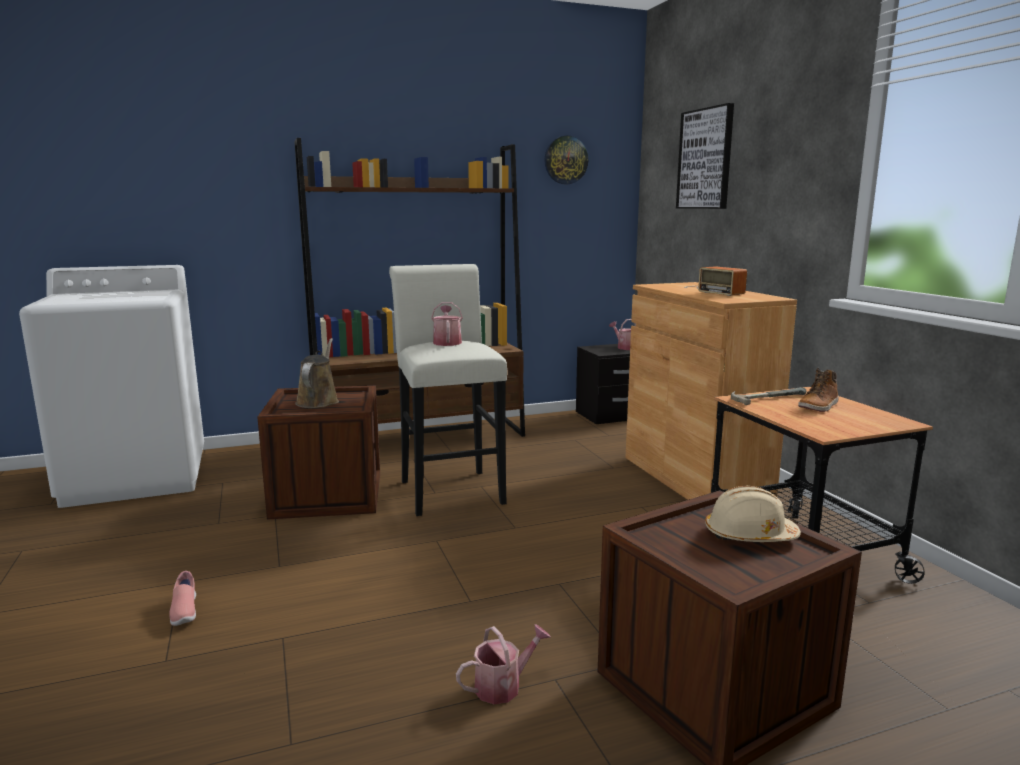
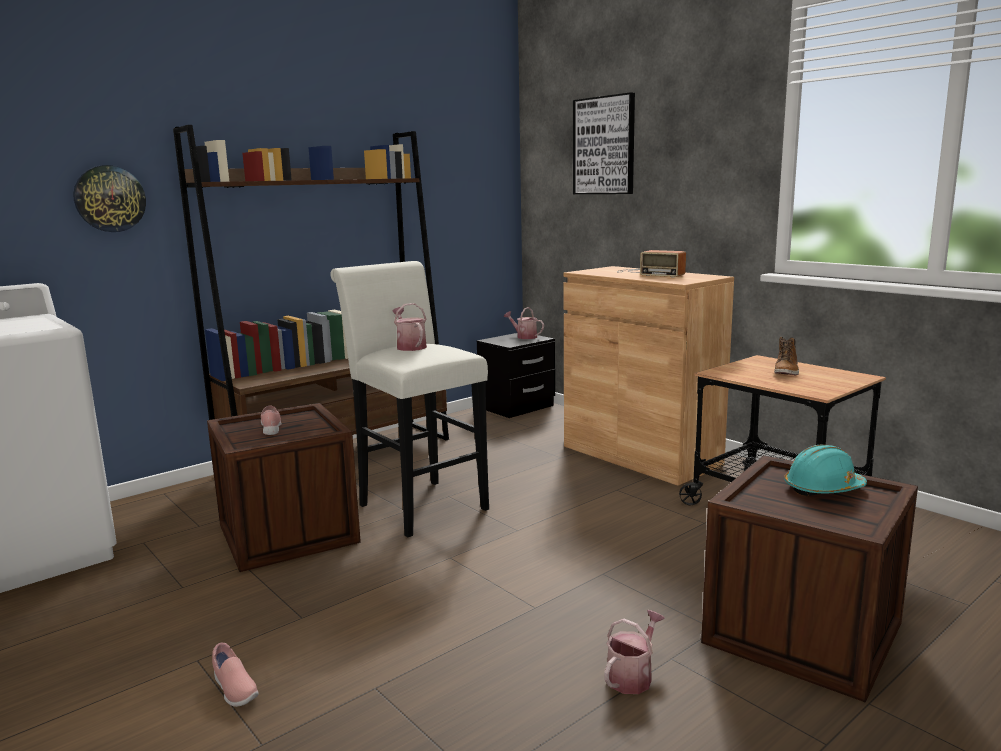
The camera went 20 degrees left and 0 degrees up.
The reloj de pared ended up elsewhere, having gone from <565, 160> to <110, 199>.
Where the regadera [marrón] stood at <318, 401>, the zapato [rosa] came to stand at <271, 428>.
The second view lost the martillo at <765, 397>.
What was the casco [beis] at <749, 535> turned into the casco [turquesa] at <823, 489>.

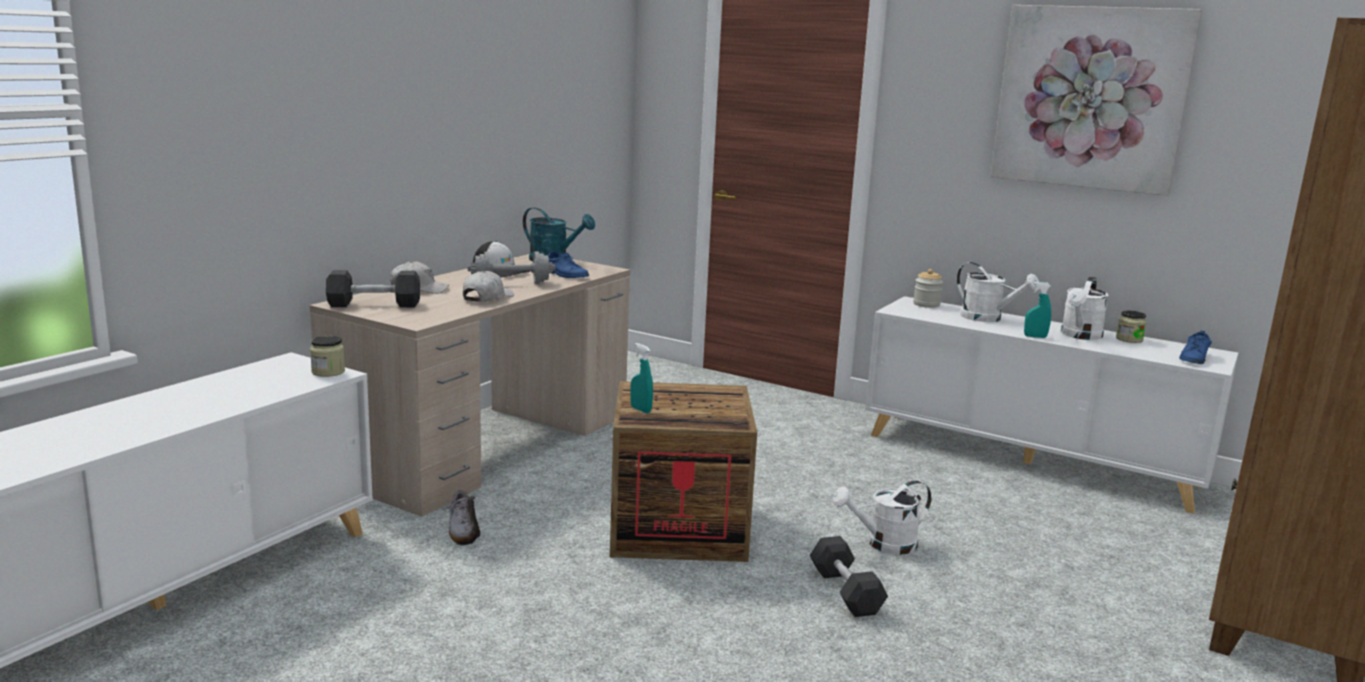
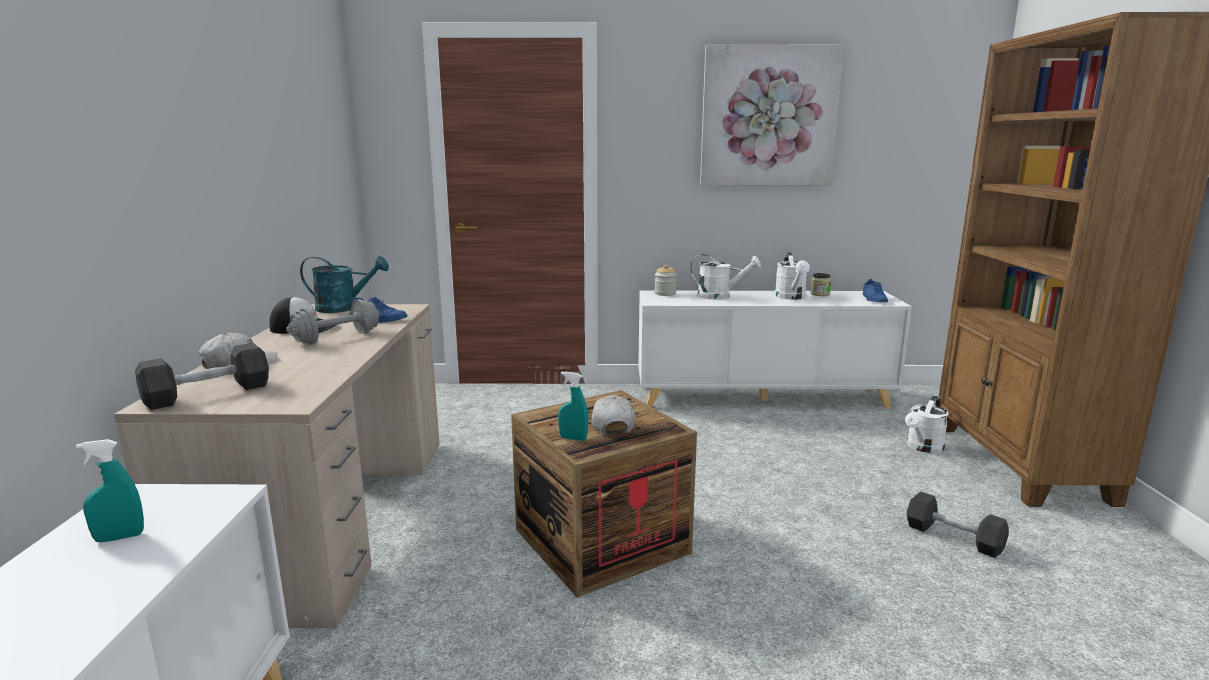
The camera went 30 degrees left and 0 degrees up.
The gorra [blanco] ended up elsewhere, having gone from <487, 298> to <612, 424>.
The pulverizador [turquesa] ended up elsewhere, having gone from <1035, 337> to <119, 537>.
The second view lost the tarro at <328, 372>.
The regadera [blanco] ended up elsewhere, having gone from <883, 544> to <923, 448>.
The second view lost the zapato at <463, 529>.
The mancuerna [gris] ended up elsewhere, having gone from <845, 591> to <953, 537>.

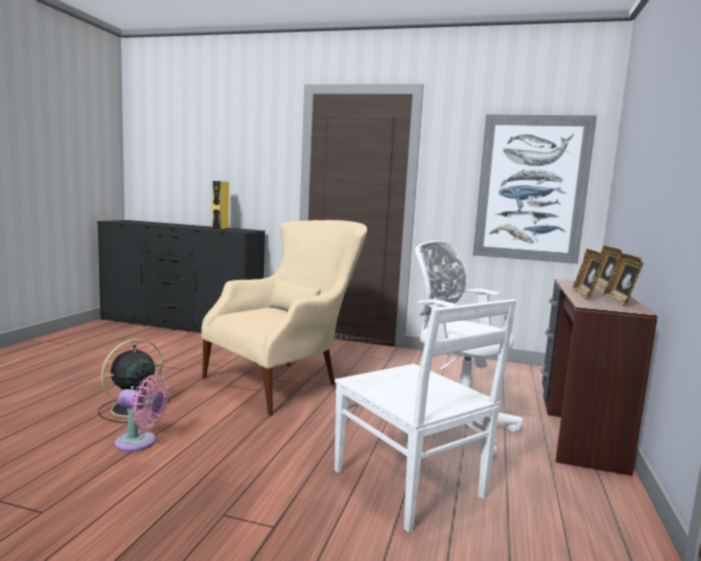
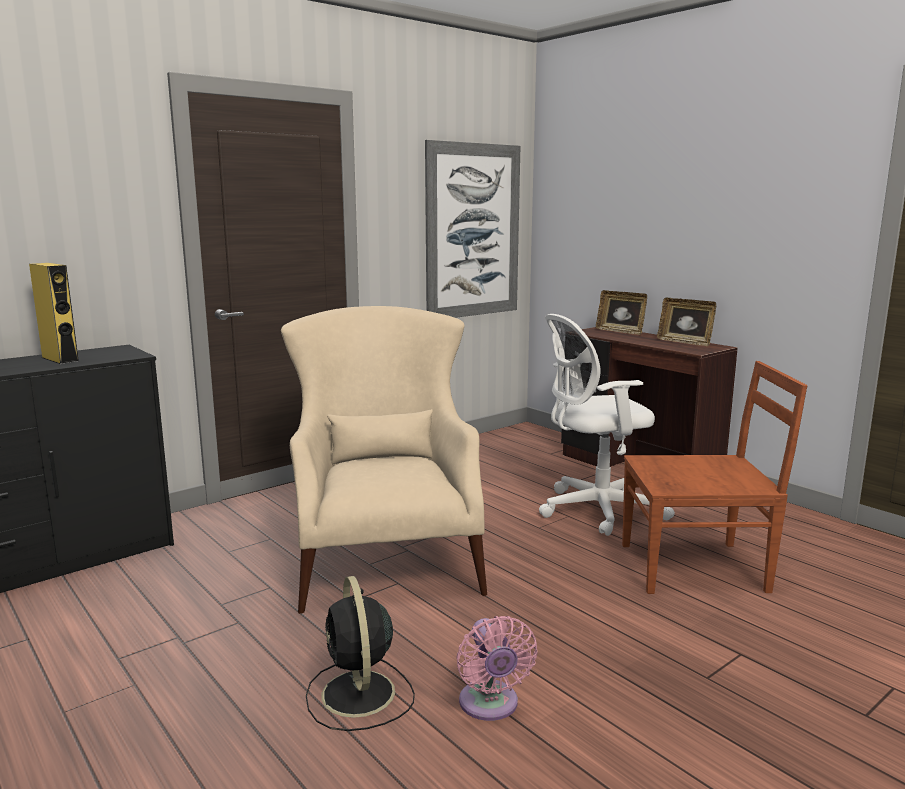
The camera went 55 degrees left and 5 degrees up.
The second view lost the portarretratos at <585, 295>.
What was the silla [blanco] at <410, 485> turned into the silla [marrón] at <696, 567>.
The ventilador [rosa] at <140, 442> ended up facing another way, 120 degrees clockwise from before.

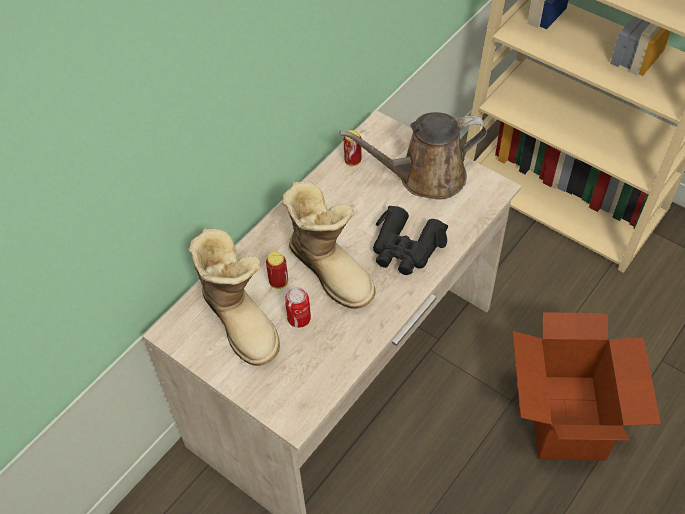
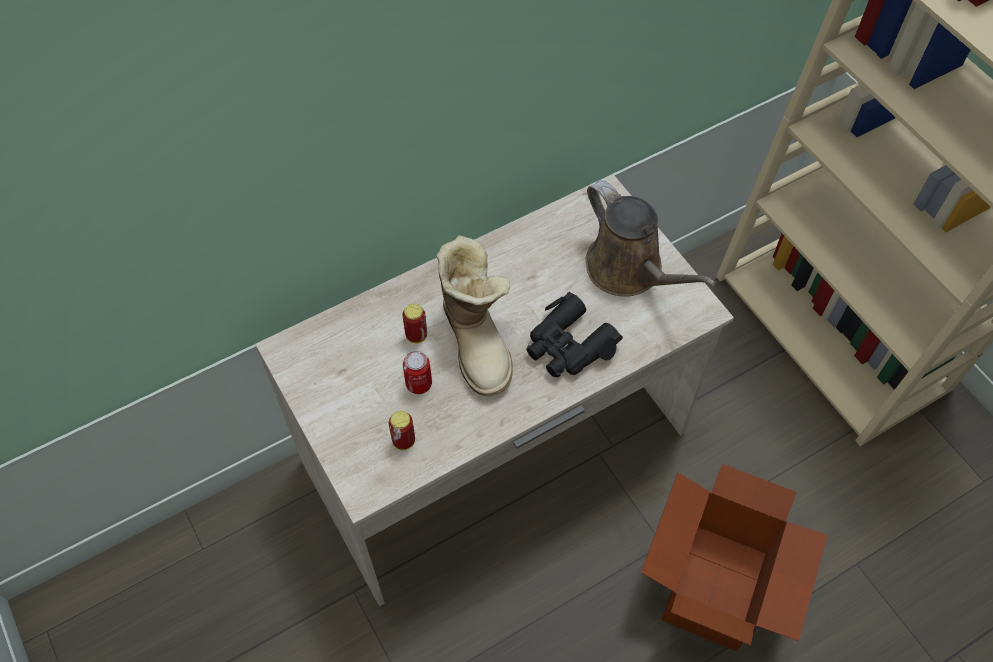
The camera went 20 degrees right and 5 degrees up.
The regadera [marrón] at <425, 177> ended up facing another way, 135 degrees counterclockwise from before.
The lata ended up elsewhere, having gone from <352, 161> to <404, 441>.
The second view lost the bota at <241, 319>.

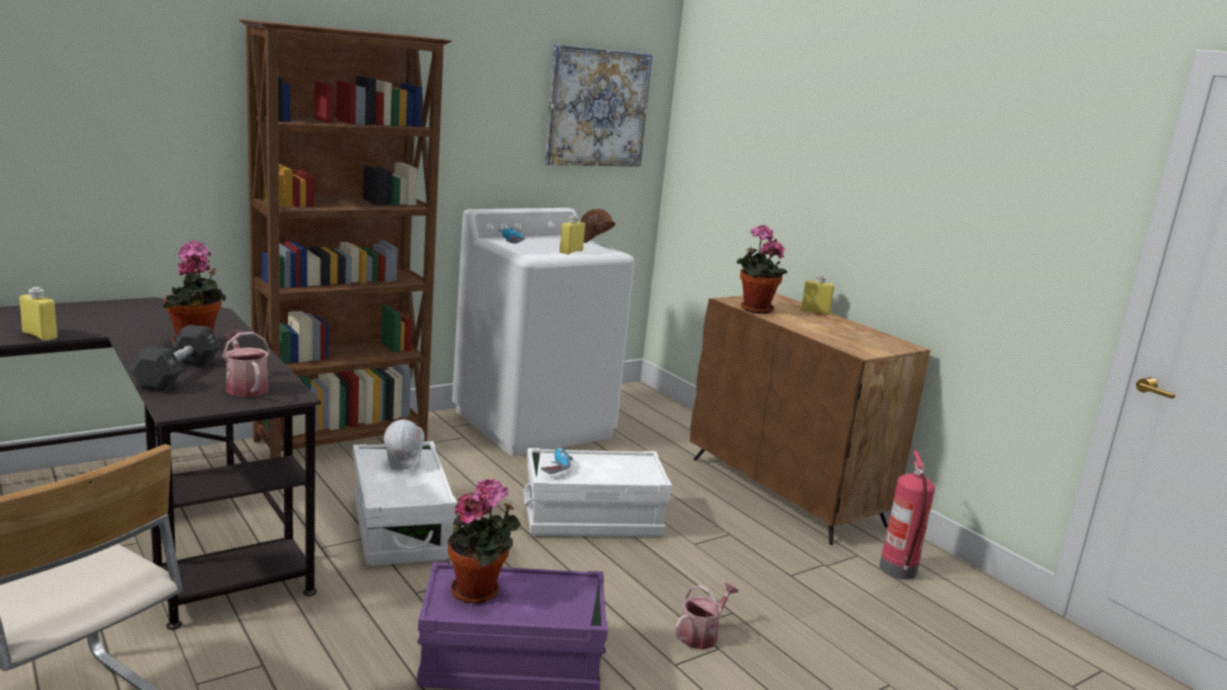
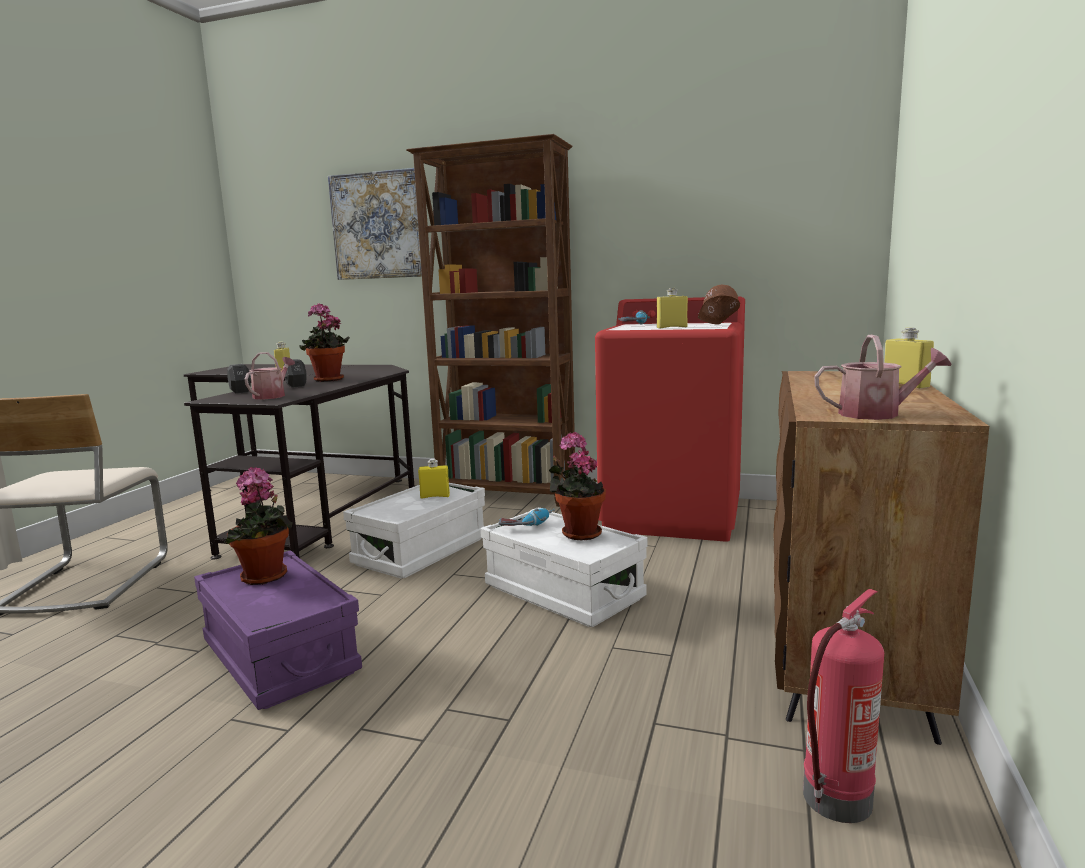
The camera went 55 degrees right and 5 degrees down.
The cuadro ended up elsewhere, having gone from <597, 107> to <379, 225>.
What was the lavadora [blanco] at <534, 424> turned into the lavadora [rojo] at <673, 515>.
The planta en maceta ended up elsewhere, having gone from <753, 309> to <578, 533>.
Where the casco [blanco] stood at <404, 464>, the botella [amarillo] came to stand at <435, 496>.
The regadera ended up elsewhere, having gone from <701, 635> to <877, 414>.

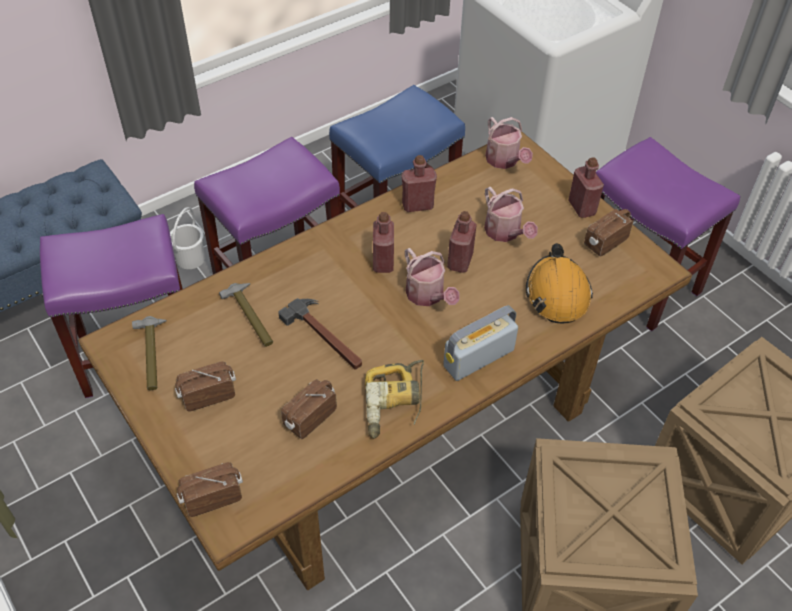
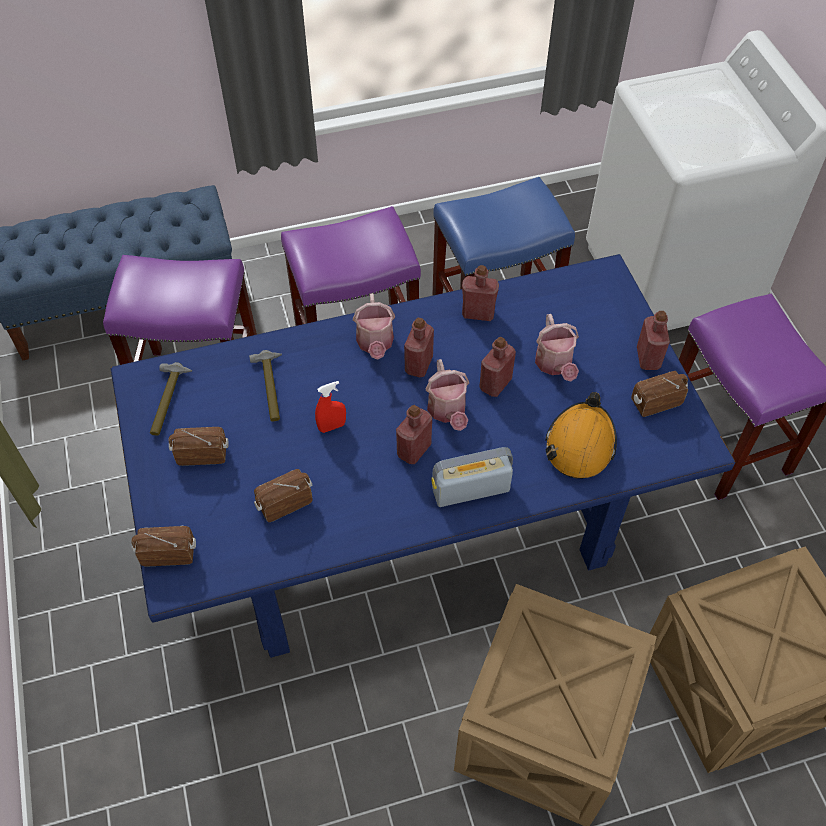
The camera went 20 degrees right and 5 degrees up.
The regadera ended up elsewhere, having gone from <504, 161> to <375, 344>.
What was the mesa de comedor [marrón] at <392, 423> turned into the mesa de comedor [azul] at <411, 520>.
The second view lost the cubo [blanco] at <190, 258>.
Where the martillo stood at <325, 337>, the pulverizador [rojo] came to stand at <332, 426>.
The second view lost the taladro at <395, 404>.
The second view gained the botella [rojo] at <414, 450>.

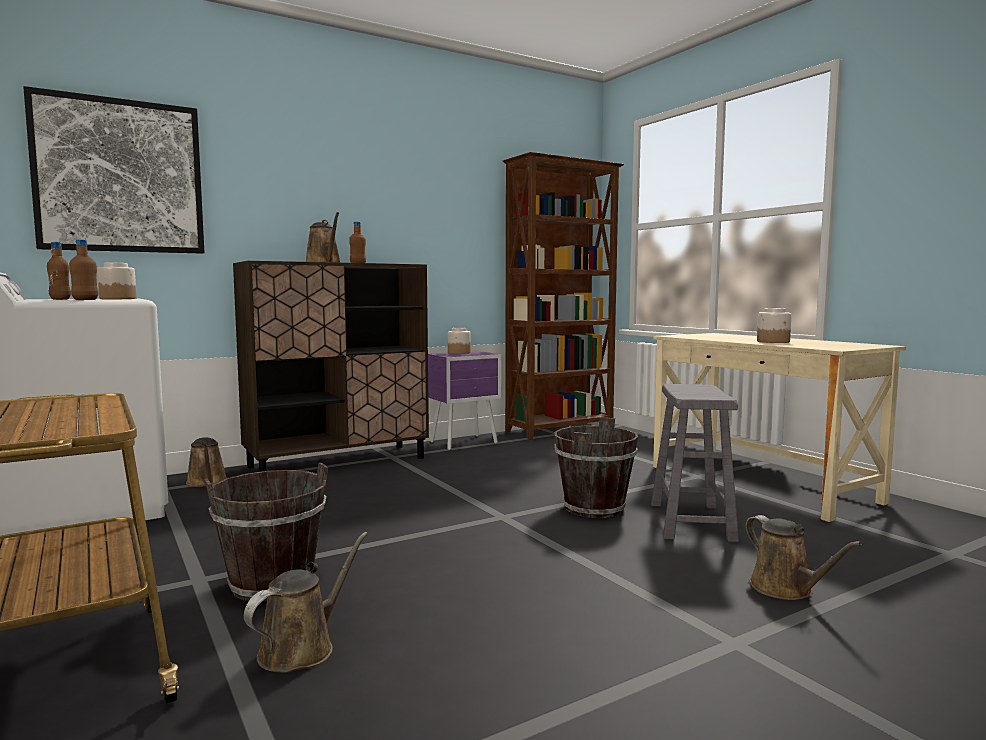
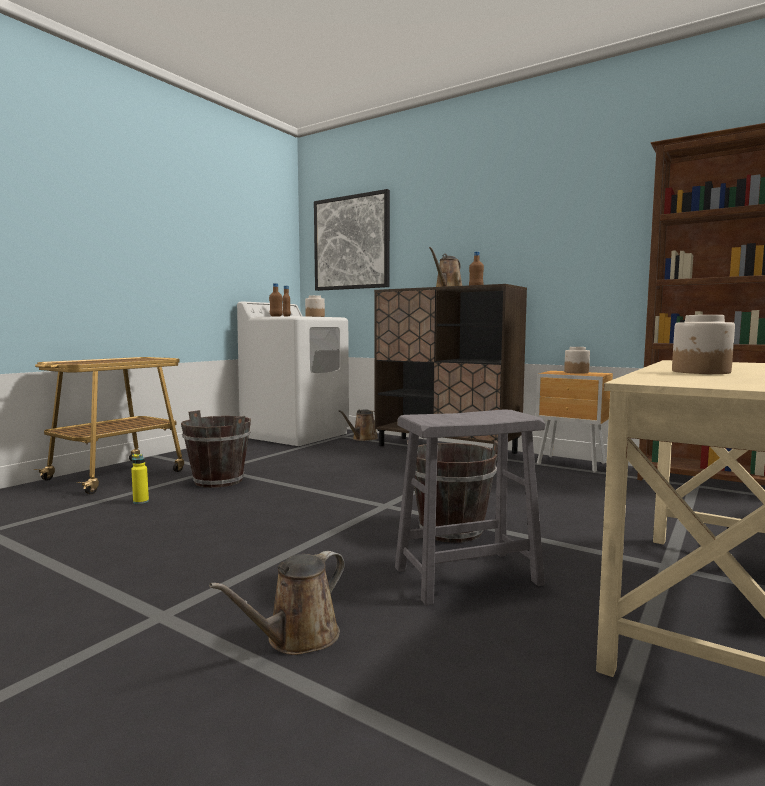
The camera went 65 degrees right and 0 degrees up.
What was the mesita de noche [morado] at <465, 443> turned into the mesita de noche [marrón] at <572, 464>.
Where the regadera [marrón] stood at <302, 648>, the botella [amarillo] came to stand at <141, 501>.

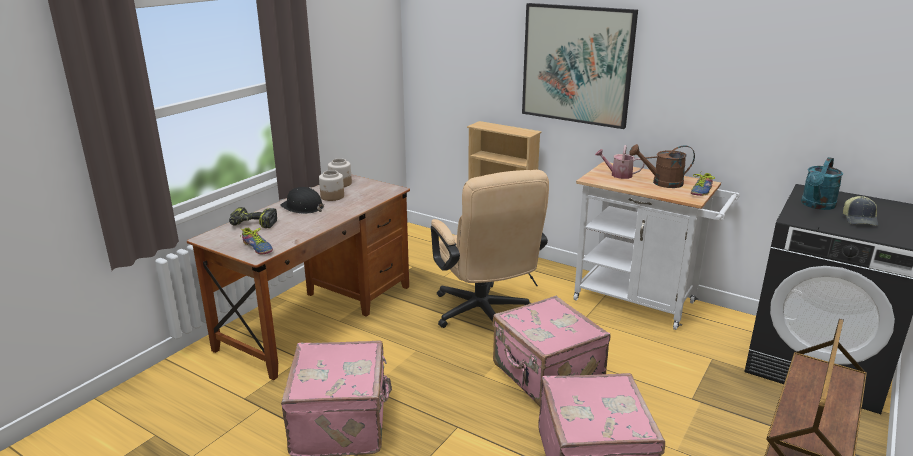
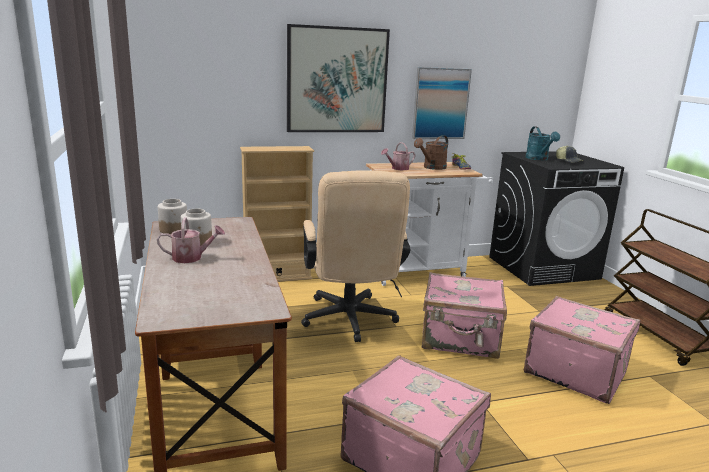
The camera went 50 degrees left and 5 degrees down.
The silla de oficina [beis] at <484, 316> ended up facing another way, 60 degrees clockwise from before.
Where the casco [negro] stood at <303, 207>, the regadera came to stand at <191, 258>.
The second view lost the taladro at <252, 224>.
The second view lost the zapato at <256, 248>.
The second view gained the cuadro at <440, 103>.

